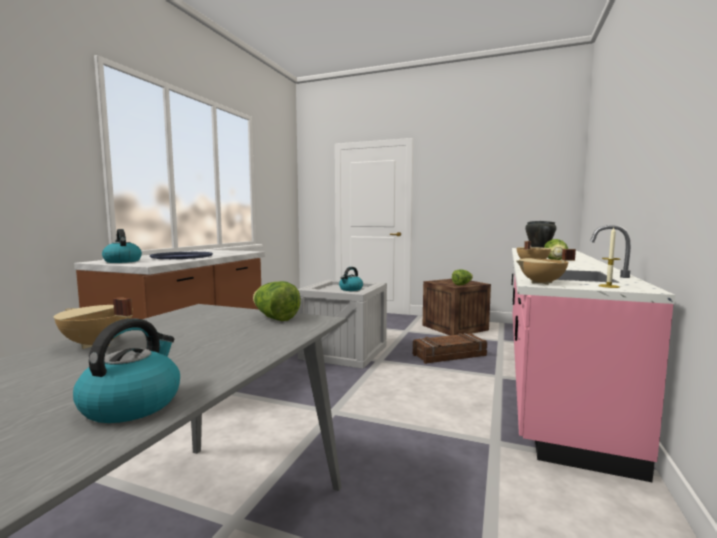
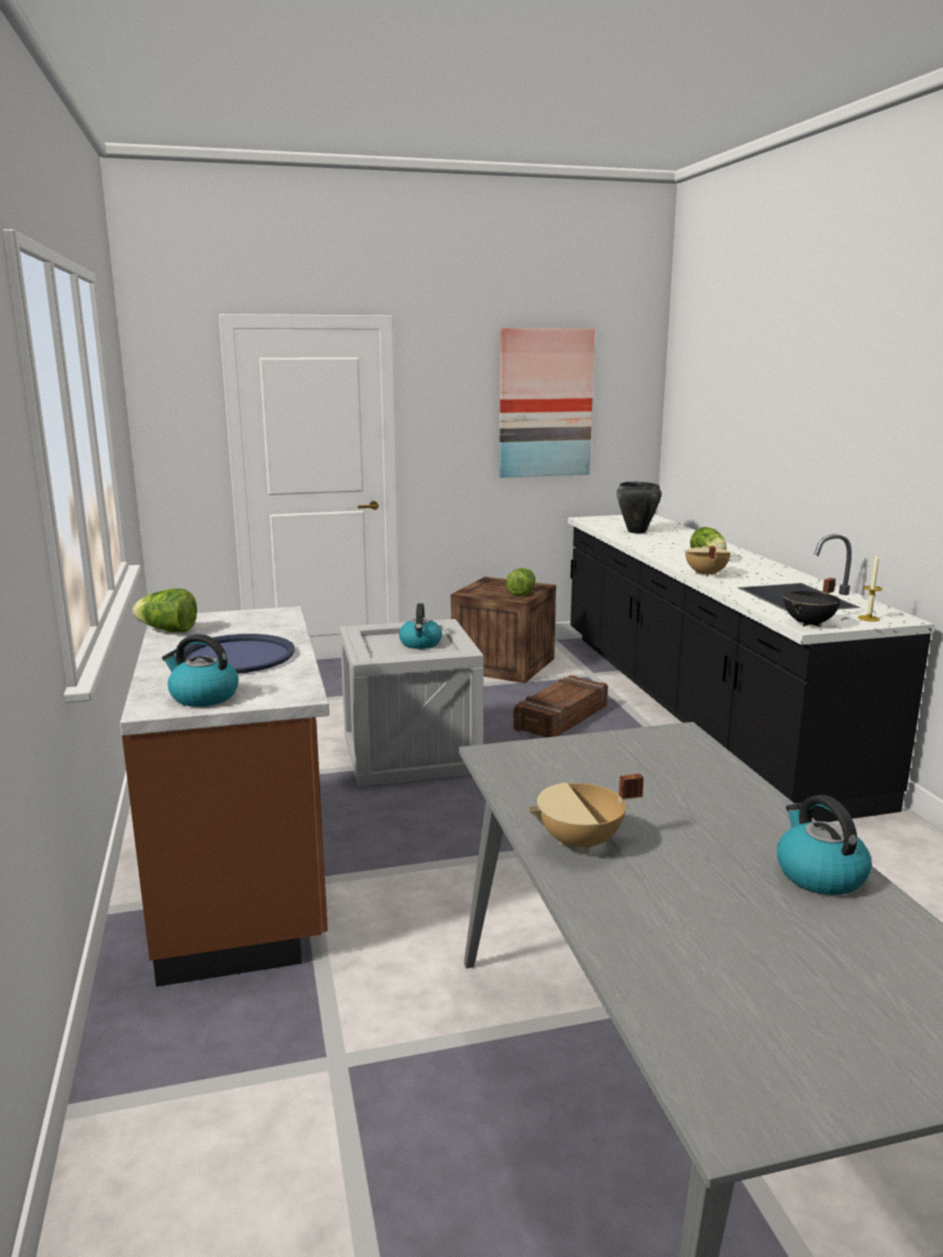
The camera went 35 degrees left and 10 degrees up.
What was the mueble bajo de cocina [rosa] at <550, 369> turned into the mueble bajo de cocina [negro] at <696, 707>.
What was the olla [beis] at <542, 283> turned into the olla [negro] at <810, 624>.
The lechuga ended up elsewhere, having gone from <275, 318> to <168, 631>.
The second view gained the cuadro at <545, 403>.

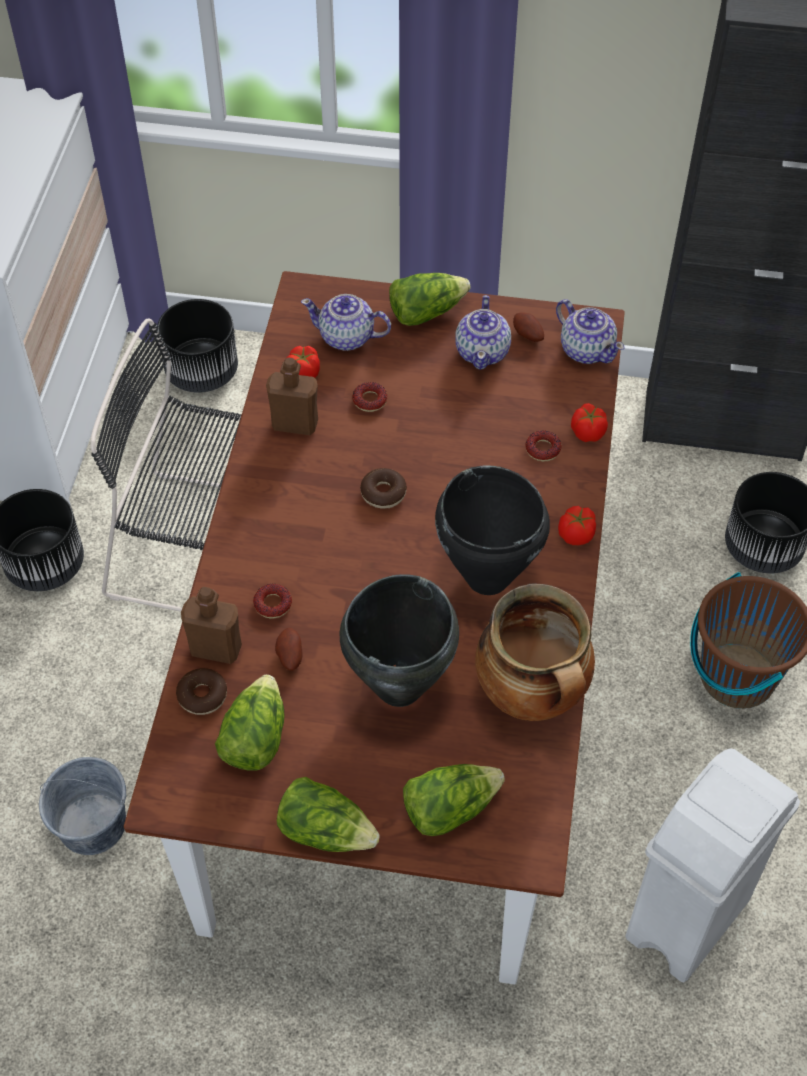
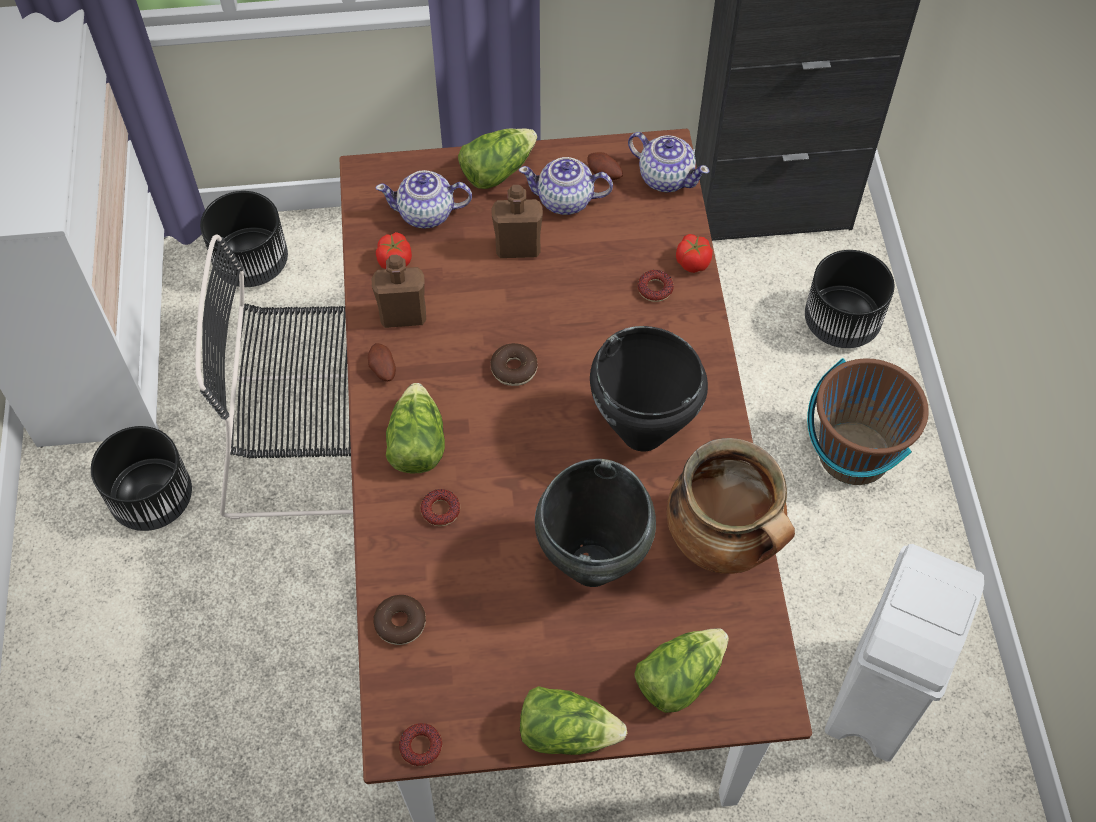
The camera went 15 degrees left and 5 degrees up.
The tetera at <483, 352> ended up facing another way, 105 degrees clockwise from before.
The rosquilla ended up elsewhere, having gone from <369, 400> to <421, 746>.
The second view lost the tomate at <576, 534>.
The botella [marrón] ended up elsewhere, having gone from <216, 649> to <518, 248>.
The patata ended up elsewhere, having gone from <289, 656> to <382, 369>.
The lechuga ended up elsewhere, having gone from <254, 737> to <416, 443>.
The second view lost the cubo [gris] at <93, 824>.

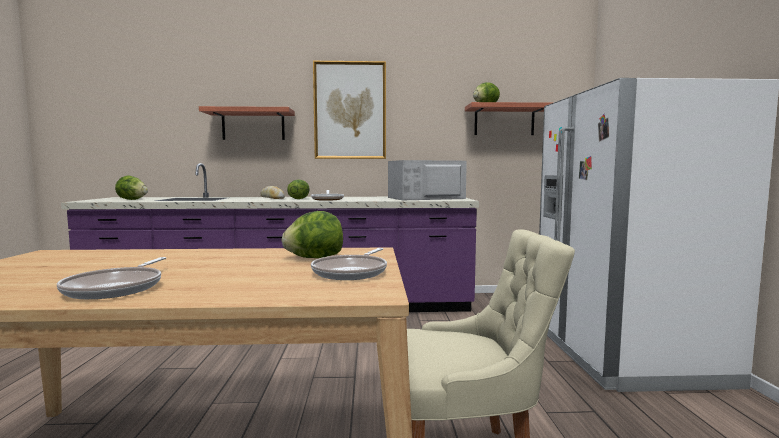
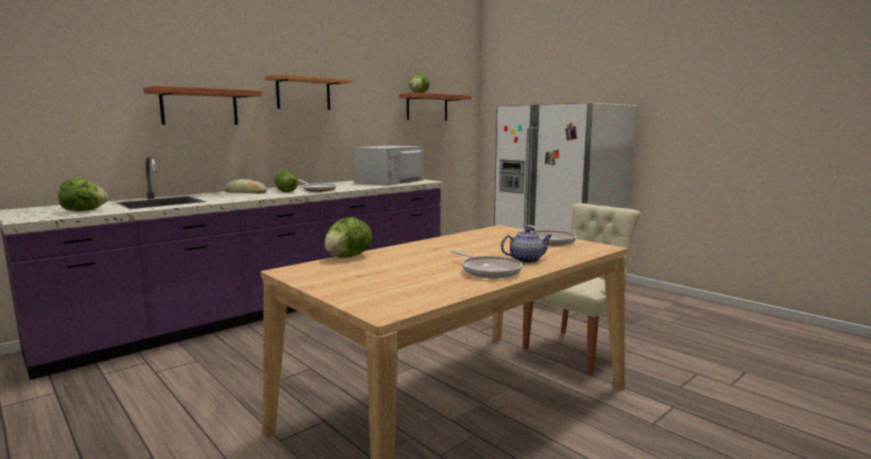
The camera went 40 degrees left and 5 degrees up.
Where the cuadro hung at <350, 111>, the estante came to hang at <303, 94>.
The lechuga ended up elsewhere, having gone from <314, 258> to <347, 257>.
The second view gained the tetera at <526, 260>.

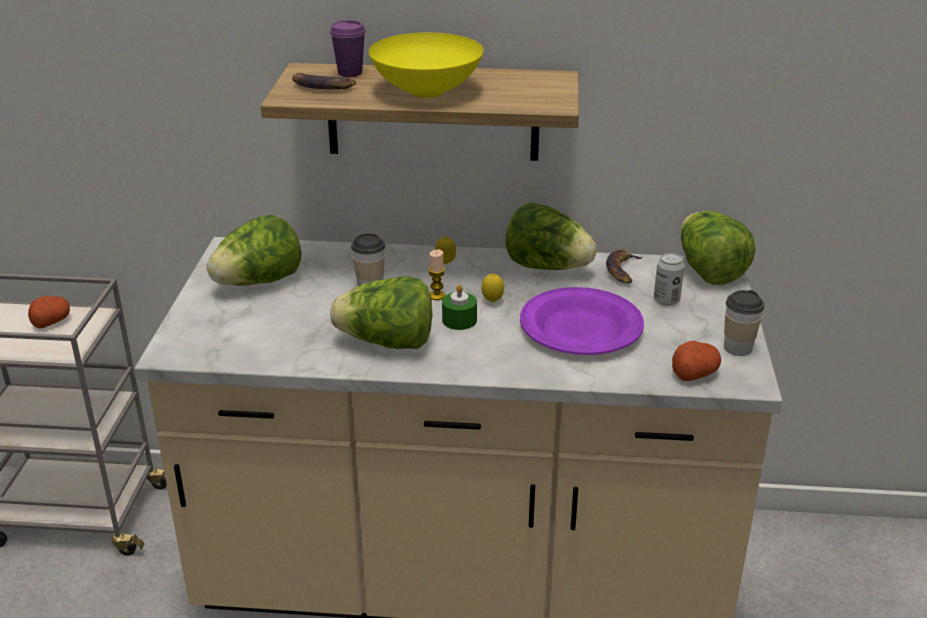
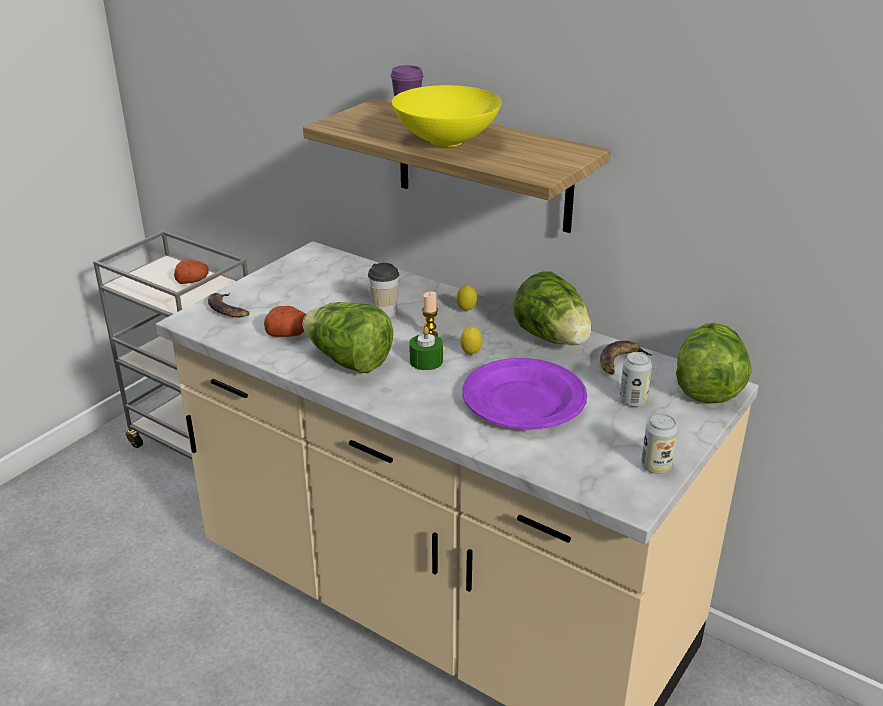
The camera went 30 degrees right and 0 degrees up.
The plátano ended up elsewhere, having gone from <322, 86> to <228, 309>.
The second view lost the lechuga at <258, 282>.
Where the taza stood at <737, 348>, the lata came to stand at <656, 467>.
The patata ended up elsewhere, having gone from <694, 373> to <288, 334>.

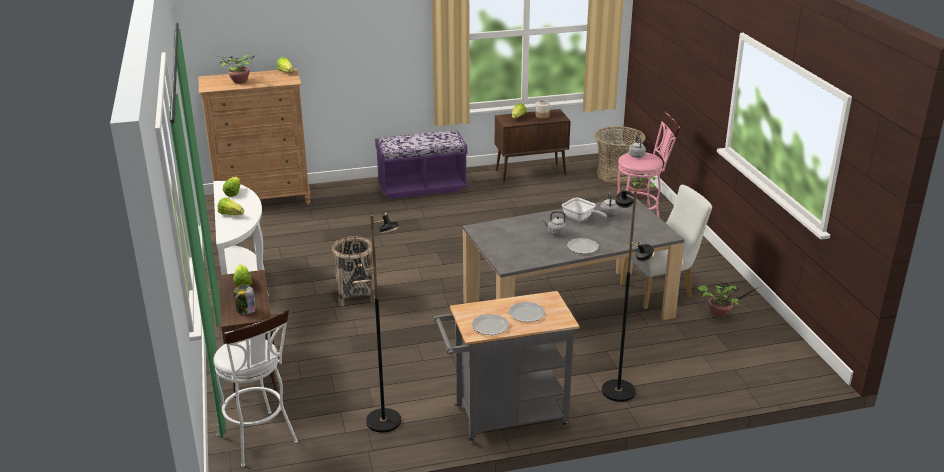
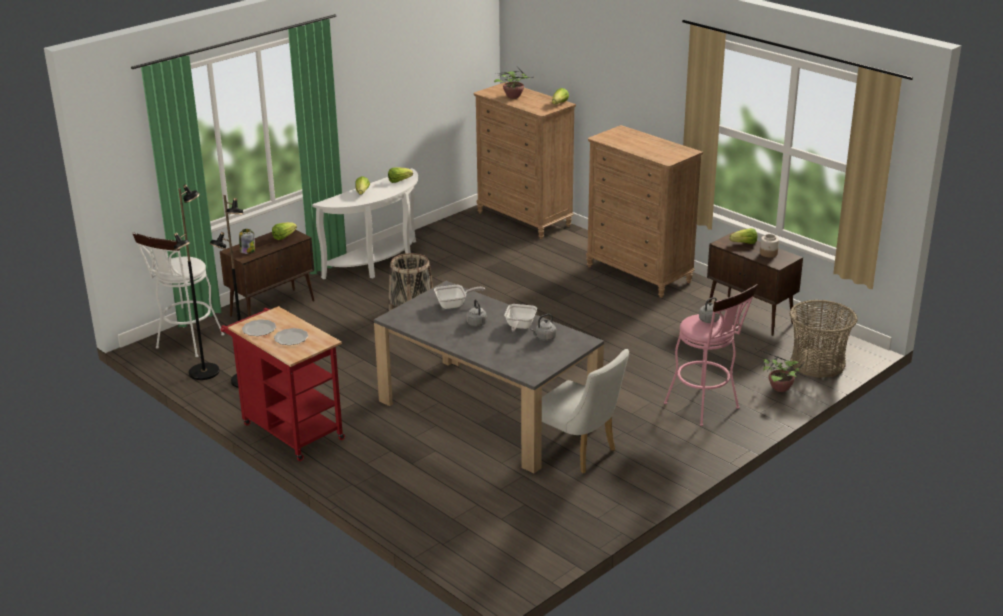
The camera went 60 degrees right and 0 degrees up.
Where the banco [morado] stood at <422, 187>, the cómoda [marrón] came to stand at <639, 274>.
The lámpara de pie [negro] ended up elsewhere, having gone from <618, 391> to <205, 372>.
The second view lost the plato at <583, 247>.
The second view lost the planta en maceta at <720, 313>.
What was the carrito [gris] at <503, 419> turned into the carrito [rojo] at <288, 429>.
The second view gained the sartén at <454, 305>.

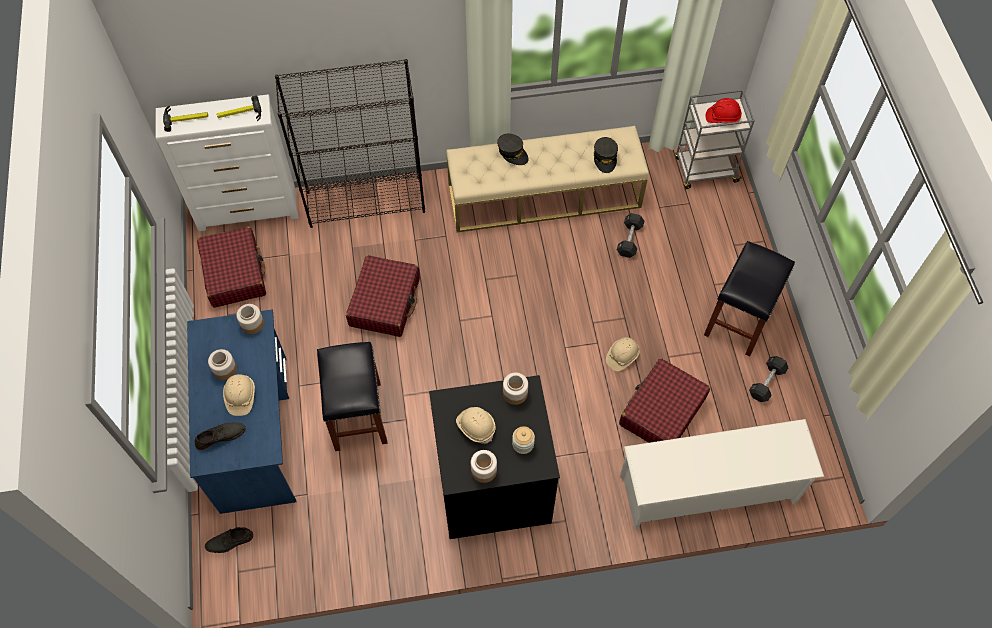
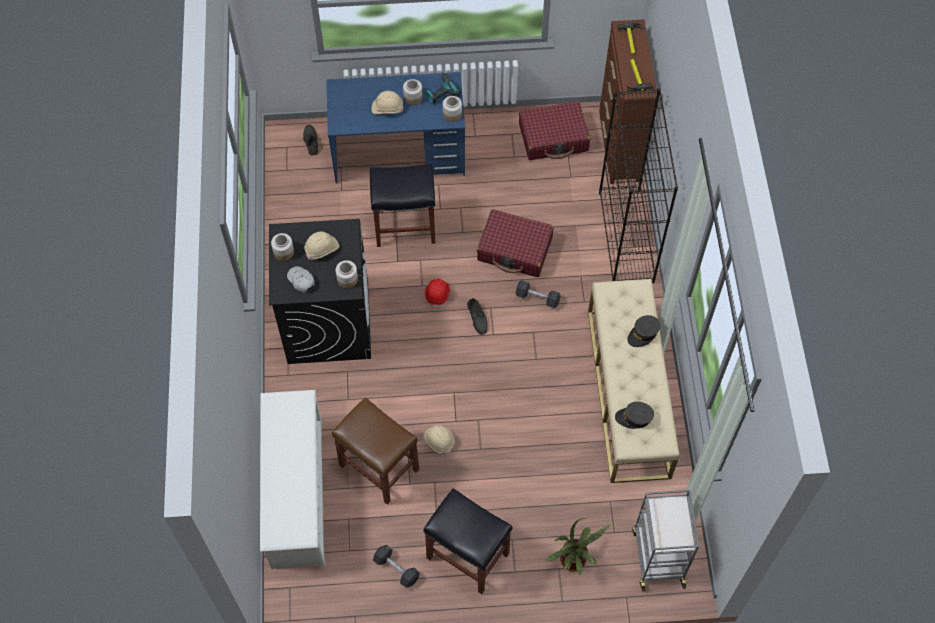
The camera went 95 degrees right and 0 degrees up.
What was the cómoda [blanco] at <248, 211> turned into the cómoda [marrón] at <619, 146>.
The casco [rojo] ended up elsewhere, having gone from <722, 117> to <438, 294>.
The mancuerna [negro] ended up elsewhere, having gone from <629, 239> to <537, 298>.
Where the maleta [rojo] stood at <662, 411>, the taburete [marrón] came to stand at <378, 467>.
The zapato [gris] ended up elsewhere, having gone from <220, 436> to <477, 317>.
Where the tarro stood at <523, 444>, the gorra [blanco] came to stand at <301, 281>.
The second view gained the taladro at <440, 92>.
The second view gained the planta en maceta at <574, 562>.

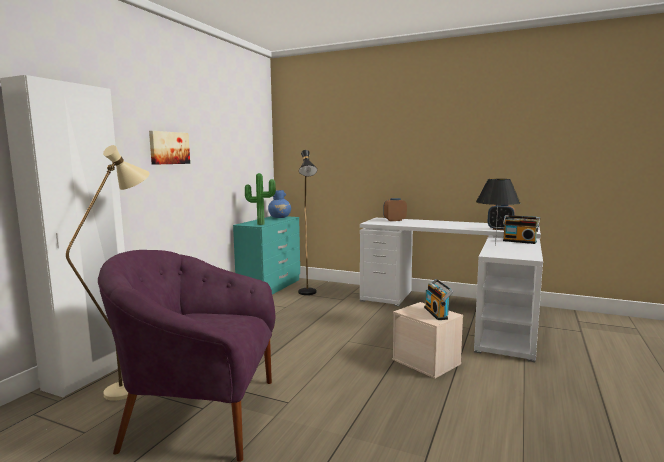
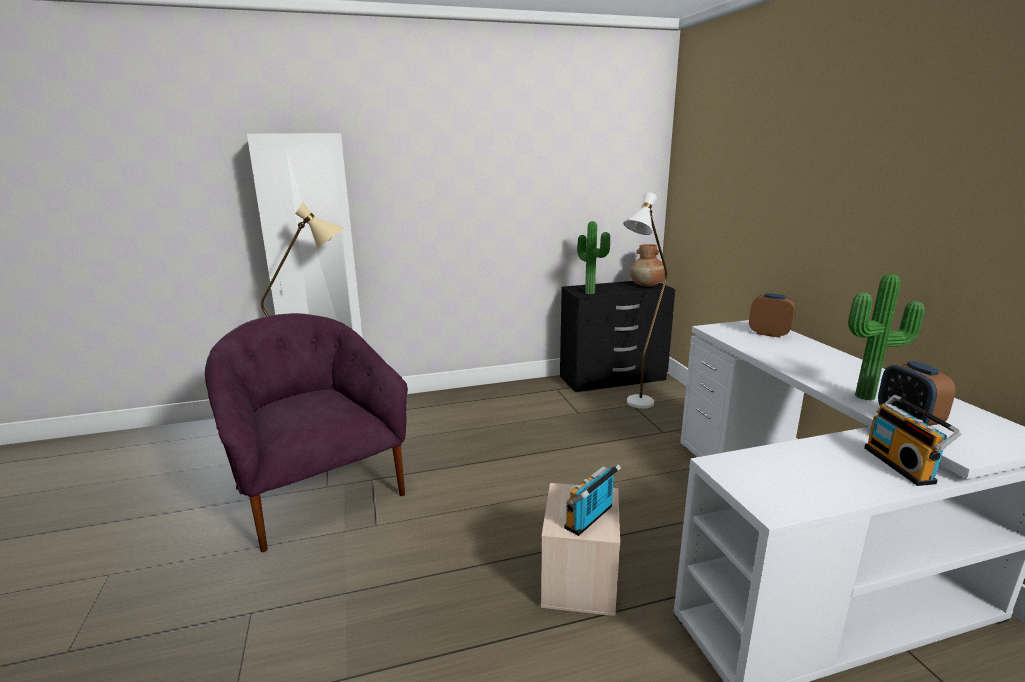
The camera went 50 degrees right and 10 degrees up.
The second view lost the cuadro at <169, 148>.
What was the lámpara de pie [negro] at <308, 294> turned into the lámpara de pie [blanco] at <635, 406>.
The second view lost the lámpara de mesa [negro] at <495, 245>.
What was the florero [azul] at <280, 217> turned into the florero [marrón] at <646, 285>.
What was the cómoda [turquesa] at <271, 287> turned into the cómoda [negro] at <613, 378>.
The second view gained the planta en maceta at <868, 398>.

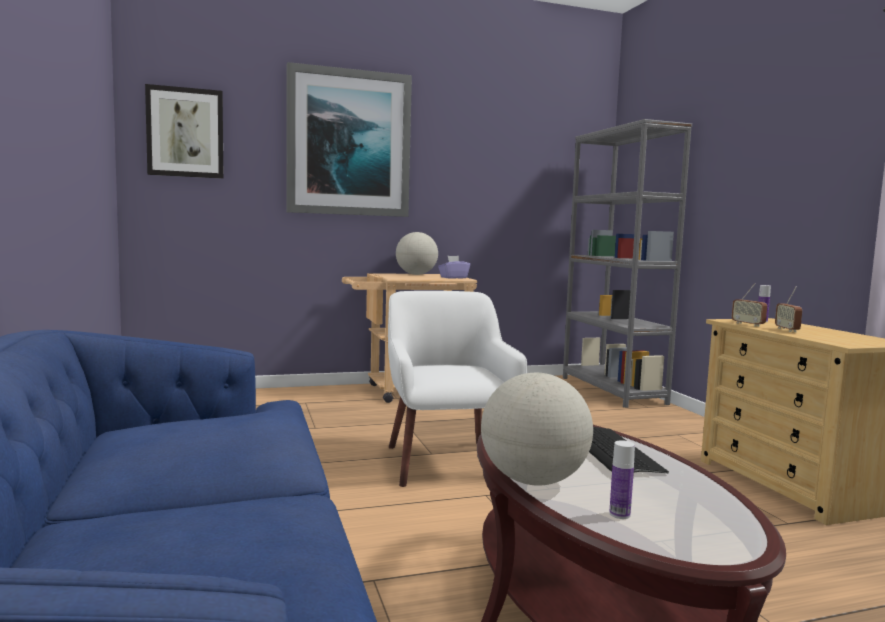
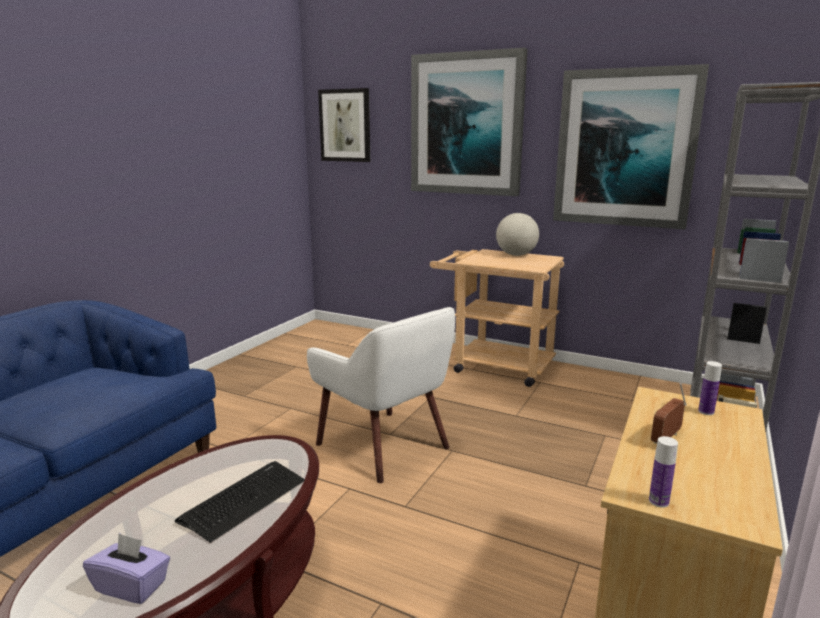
The camera went 45 degrees right and 10 degrees up.
The caja de pañuelos [morado] ended up elsewhere, having gone from <453, 277> to <132, 586>.
The second view lost the radio at <748, 324>.
The sillón [blanco] at <446, 461> ended up facing another way, 105 degrees clockwise from before.
The second view lost the globo terráqueo at <533, 481>.
The botella ended up elsewhere, having gone from <619, 514> to <658, 501>.
The second view gained the cuadro at <625, 148>.

